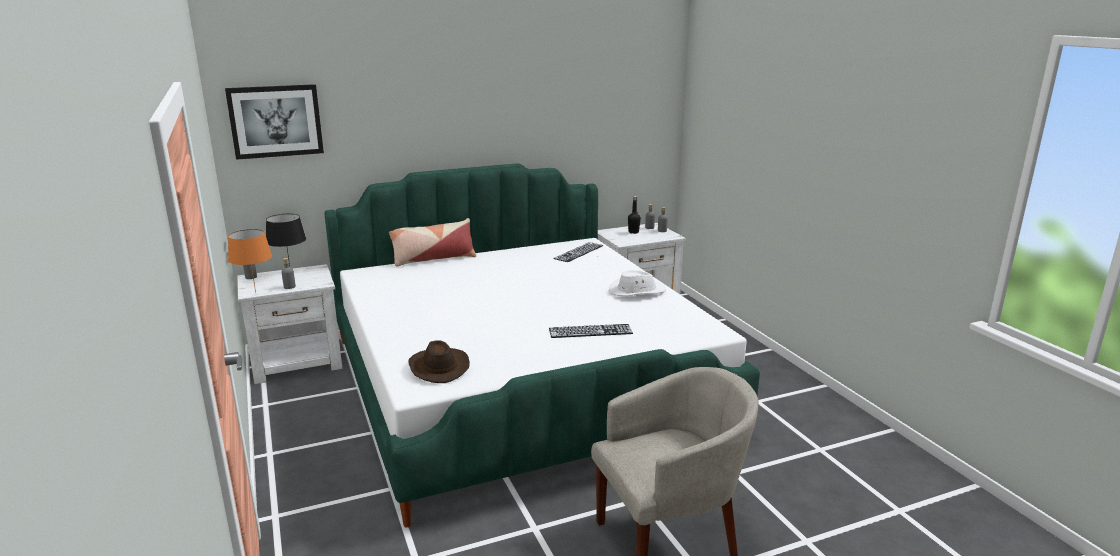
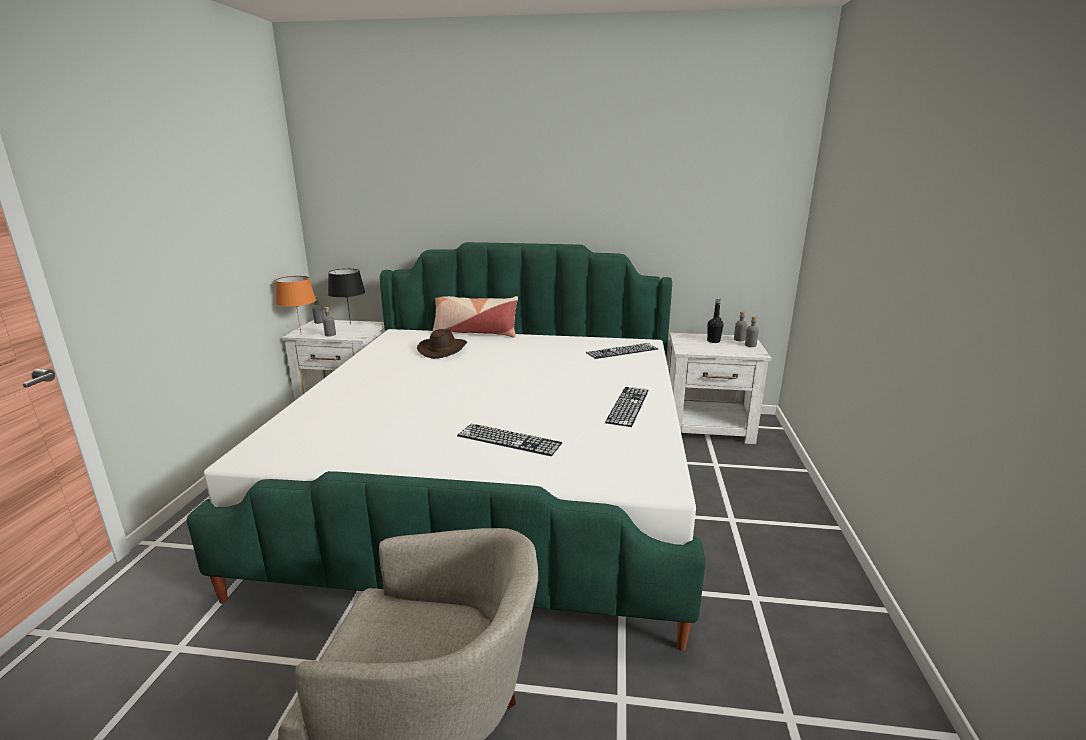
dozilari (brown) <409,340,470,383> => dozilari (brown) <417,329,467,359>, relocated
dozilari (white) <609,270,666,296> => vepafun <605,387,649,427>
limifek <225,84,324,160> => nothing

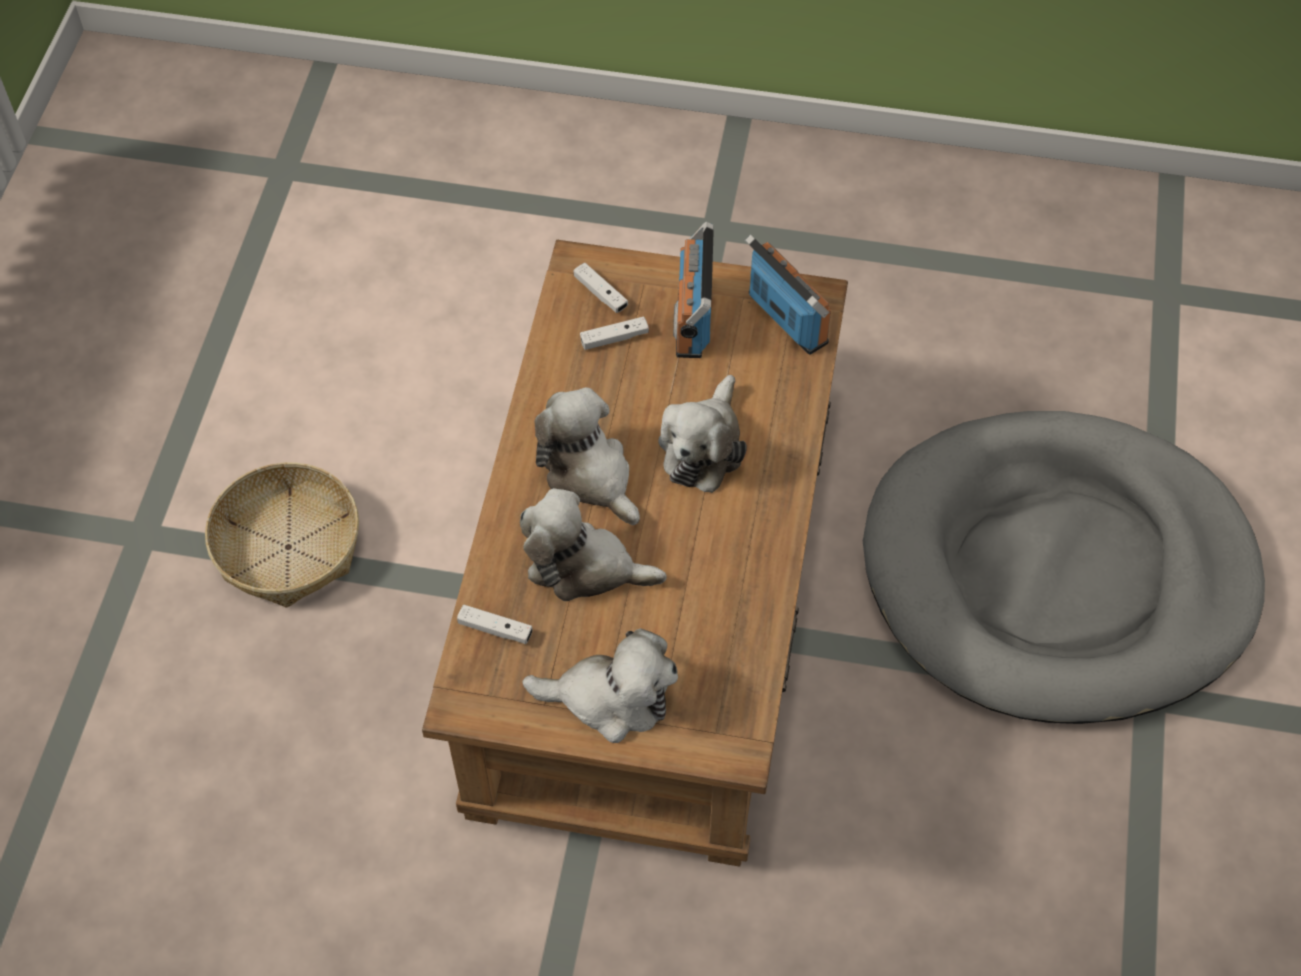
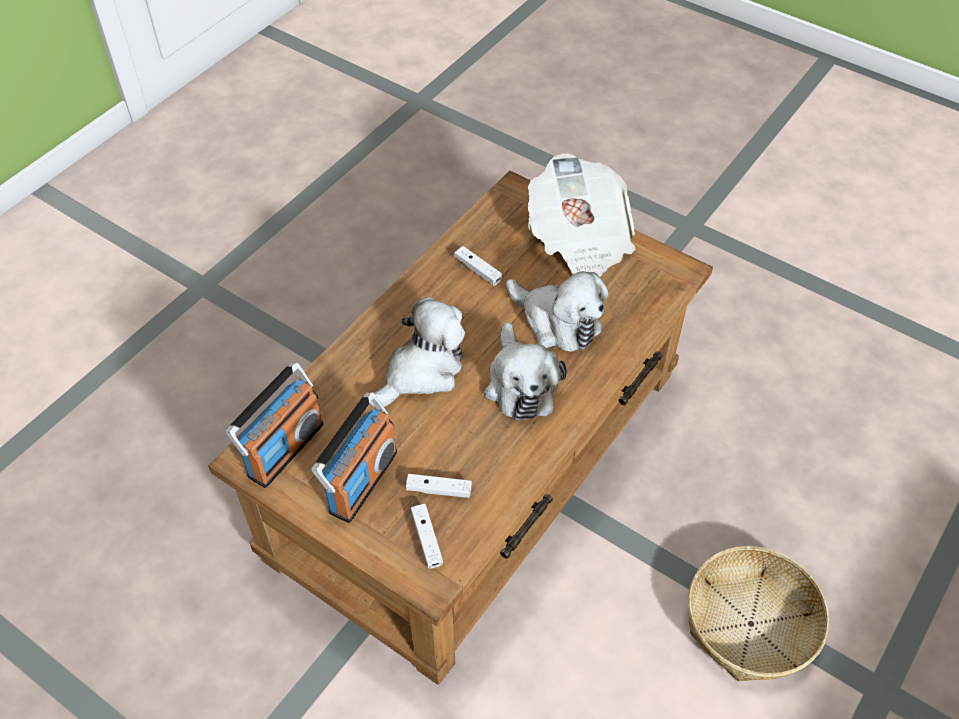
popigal <745,234,831,355> => popigal <226,362,324,488>, 135 degrees counterclockwise
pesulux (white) <457,605,533,644> => pesulux (white) <454,246,502,286>, relocated
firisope <522,628,678,743> => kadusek <528,153,636,277>
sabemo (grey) <863,411,1265,724> => nothing

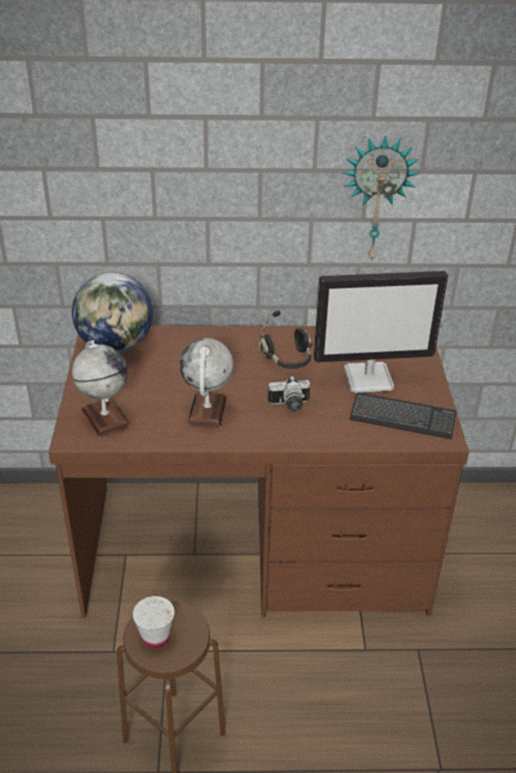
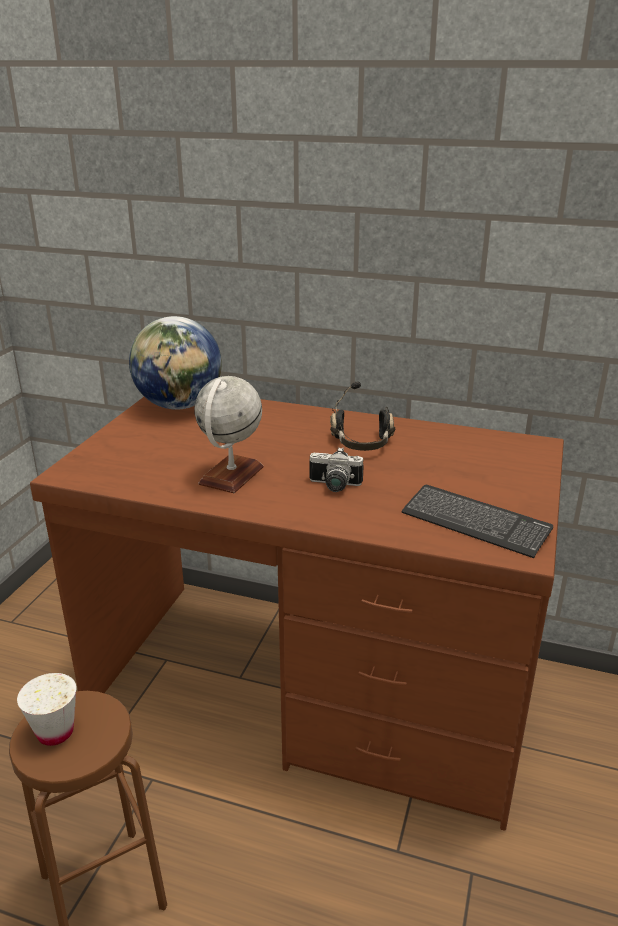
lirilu <72,340,131,437> => nothing
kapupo <314,271,448,393> => nothing
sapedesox <343,135,420,263> => nothing

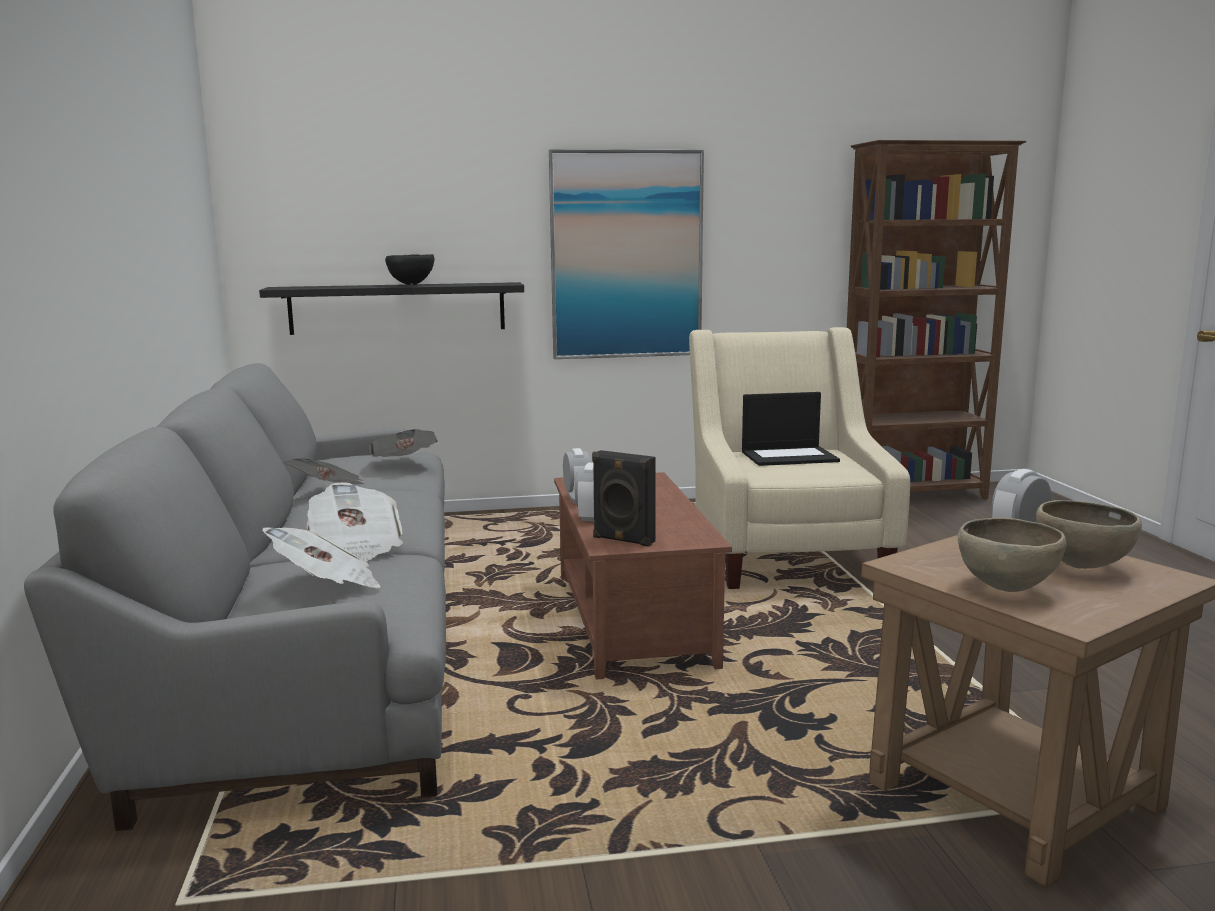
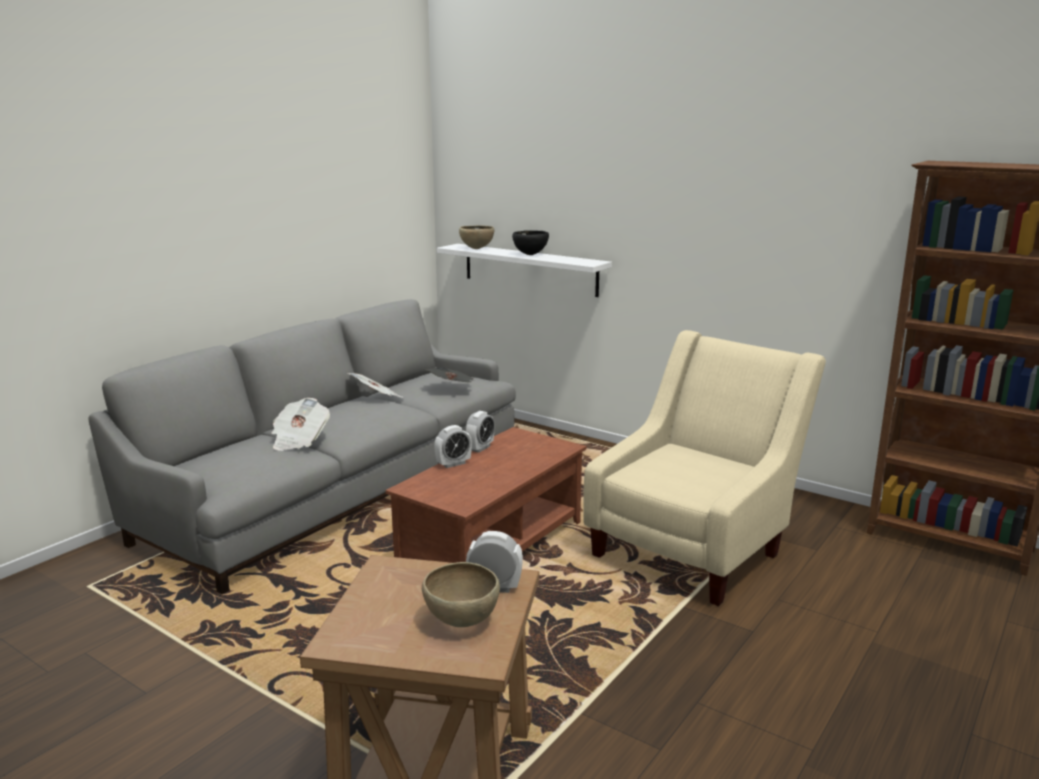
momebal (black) <259,282,524,335> => momebal (white) <437,244,612,297>
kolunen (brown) <958,518,1067,592> => kolunen (brown) <459,225,494,249>, relocated
kadusek <262,527,380,588> => nothing
limifek <549,149,704,359> => nothing
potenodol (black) <592,450,656,547> => nothing
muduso <742,392,840,466> => nothing

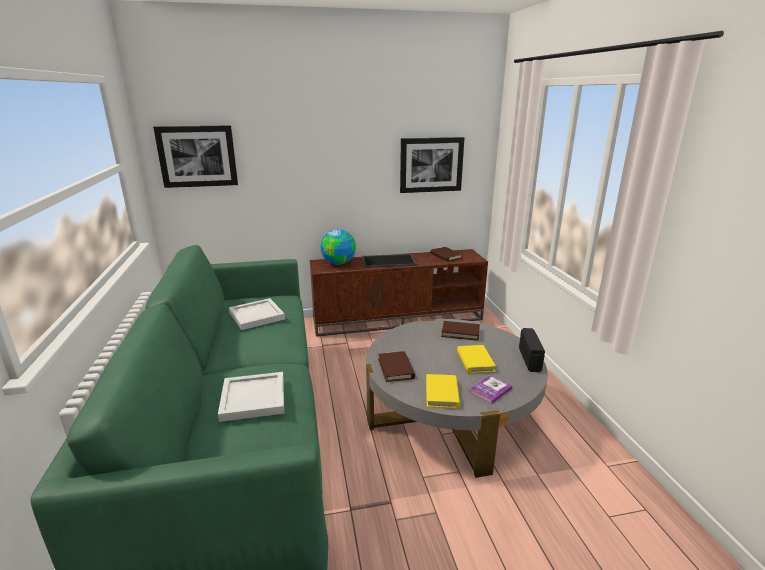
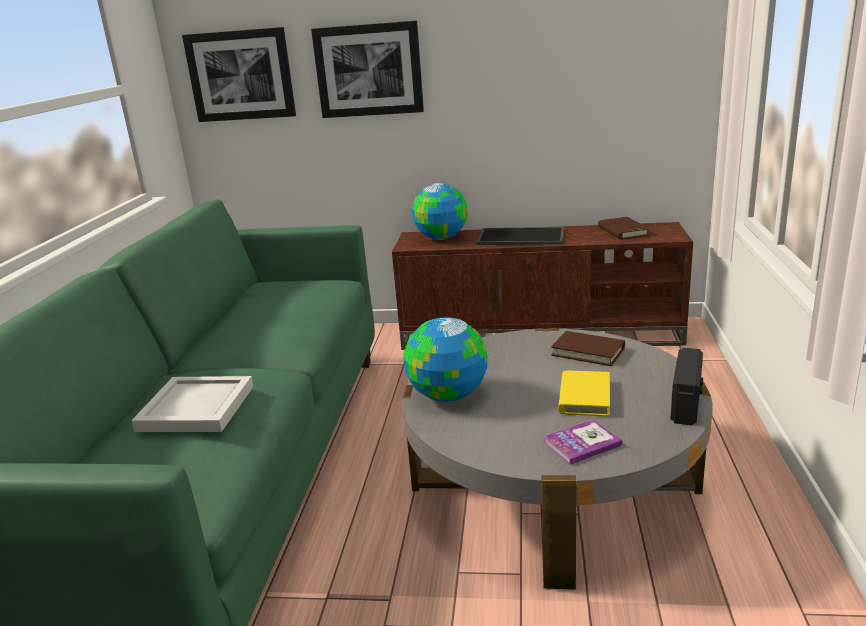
limifek <400,137,464,193> => limifek <311,20,424,118>, relocated
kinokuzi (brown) <378,351,415,382> => lirilu <404,318,488,402>
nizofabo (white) <229,298,285,330> => nothing
kinokuzi (yellow) <426,374,460,408> => nothing

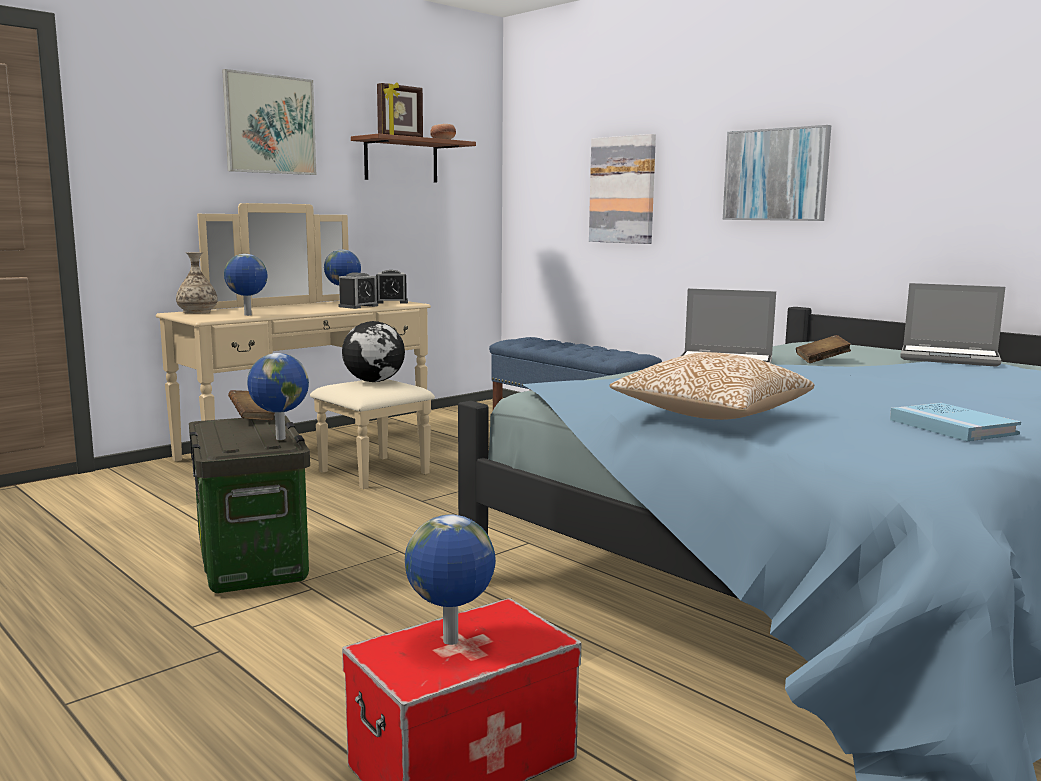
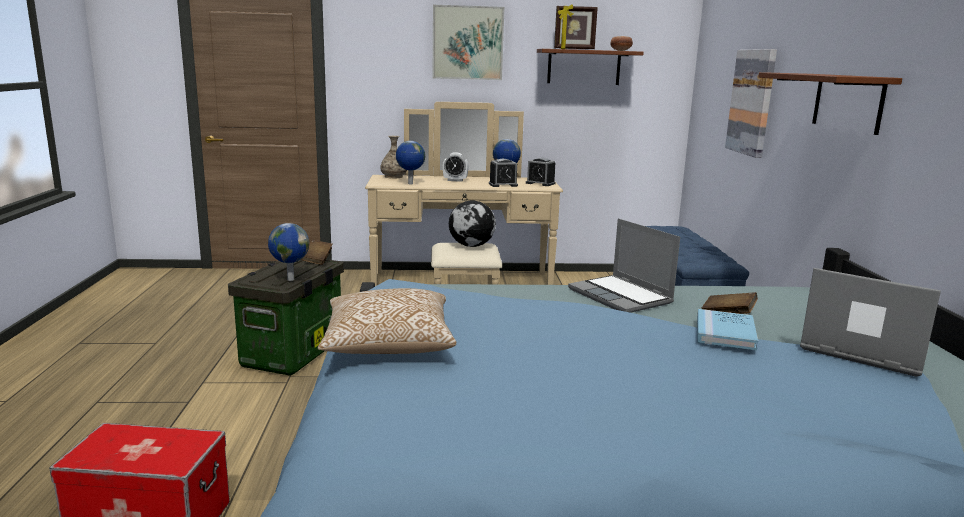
nothing => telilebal <443,152,468,182>
kinokuzi (blue) <890,403,1021,441> => kinokuzi (blue) <697,309,758,350>, relocated
limifek <723,125,831,221> => momebal (brown) <758,72,902,135>
muduso <900,283,1005,367> => muduso <800,268,941,377>, 150 degrees clockwise
lirilu <405,514,496,645> => nothing

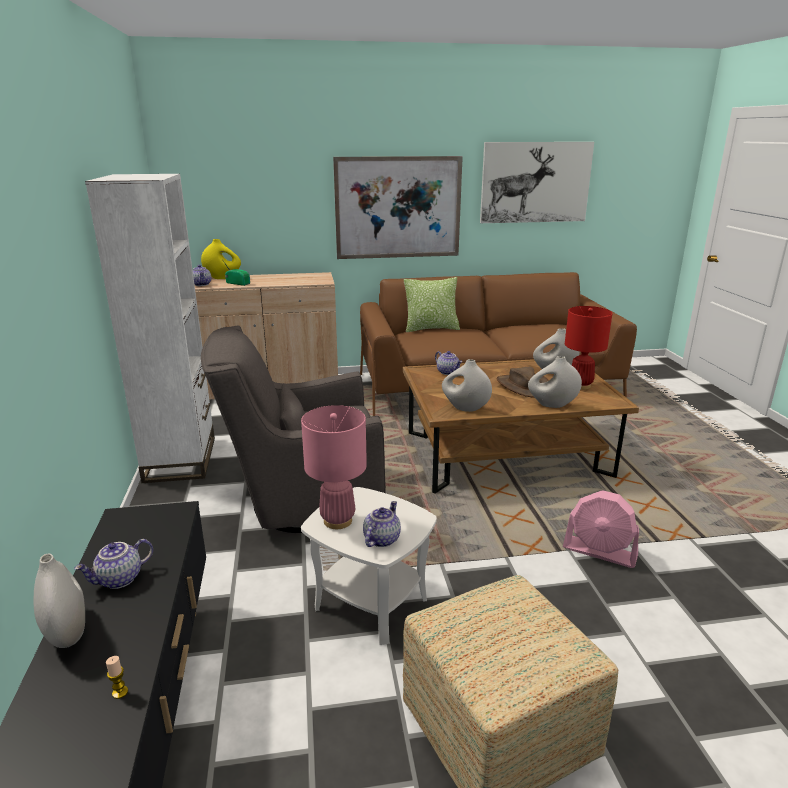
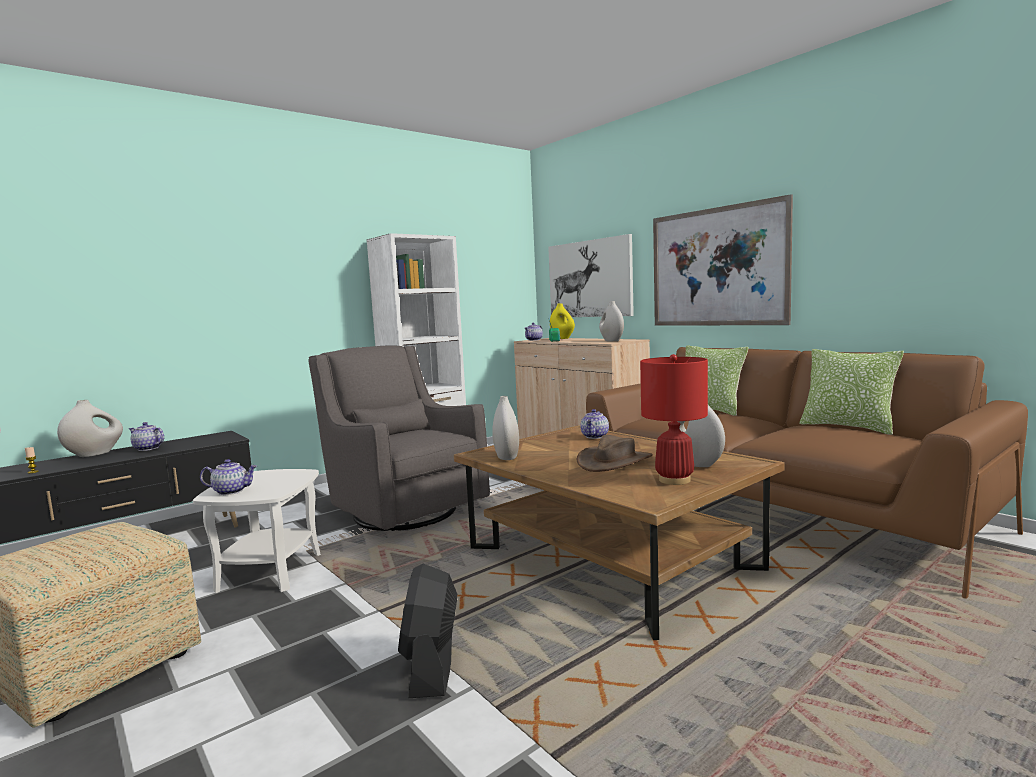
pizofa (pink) <563,490,639,568> => pizofa (black) <398,564,458,698>
limifek <480,142,594,223> => limifek <548,234,634,317>, relocated
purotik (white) <528,356,582,408> => purotik (white) <599,301,624,341>, relocated
nothing => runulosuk <799,349,904,435>
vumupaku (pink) <301,405,367,529> => nothing

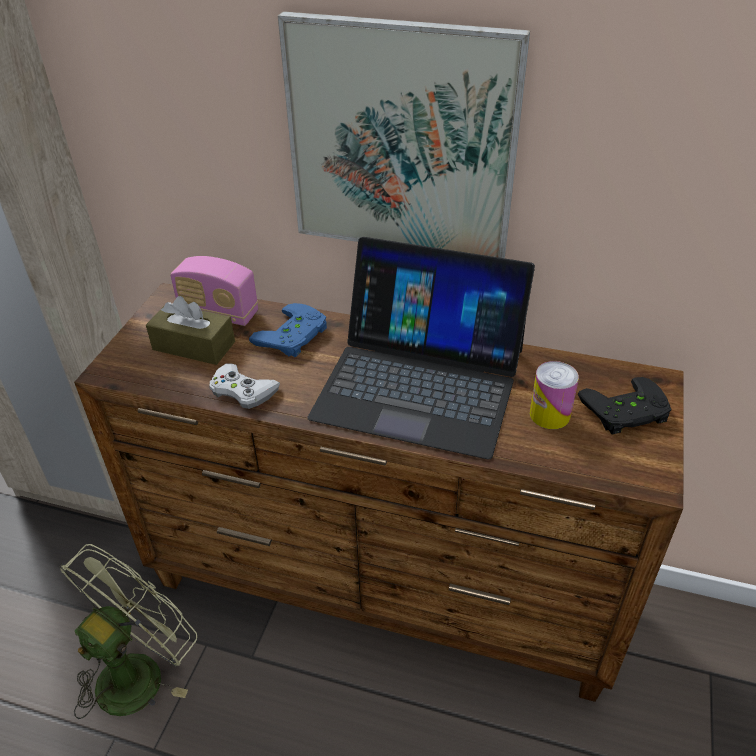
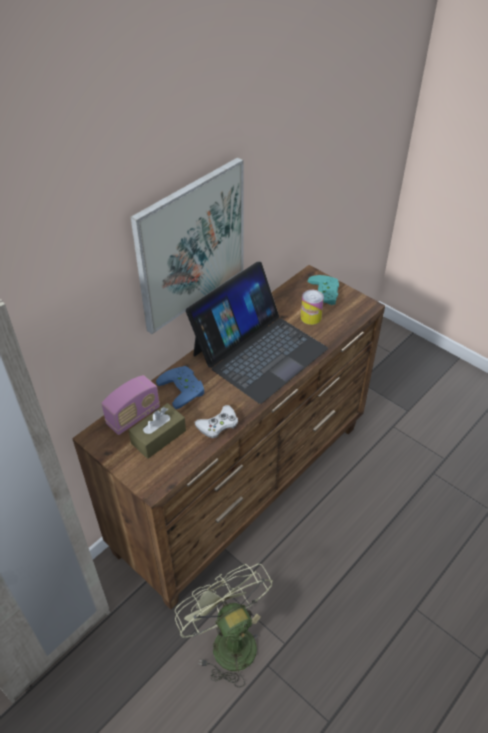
pesulux (black) <578,377,671,434> => pesulux (turquoise) <307,275,339,305>

